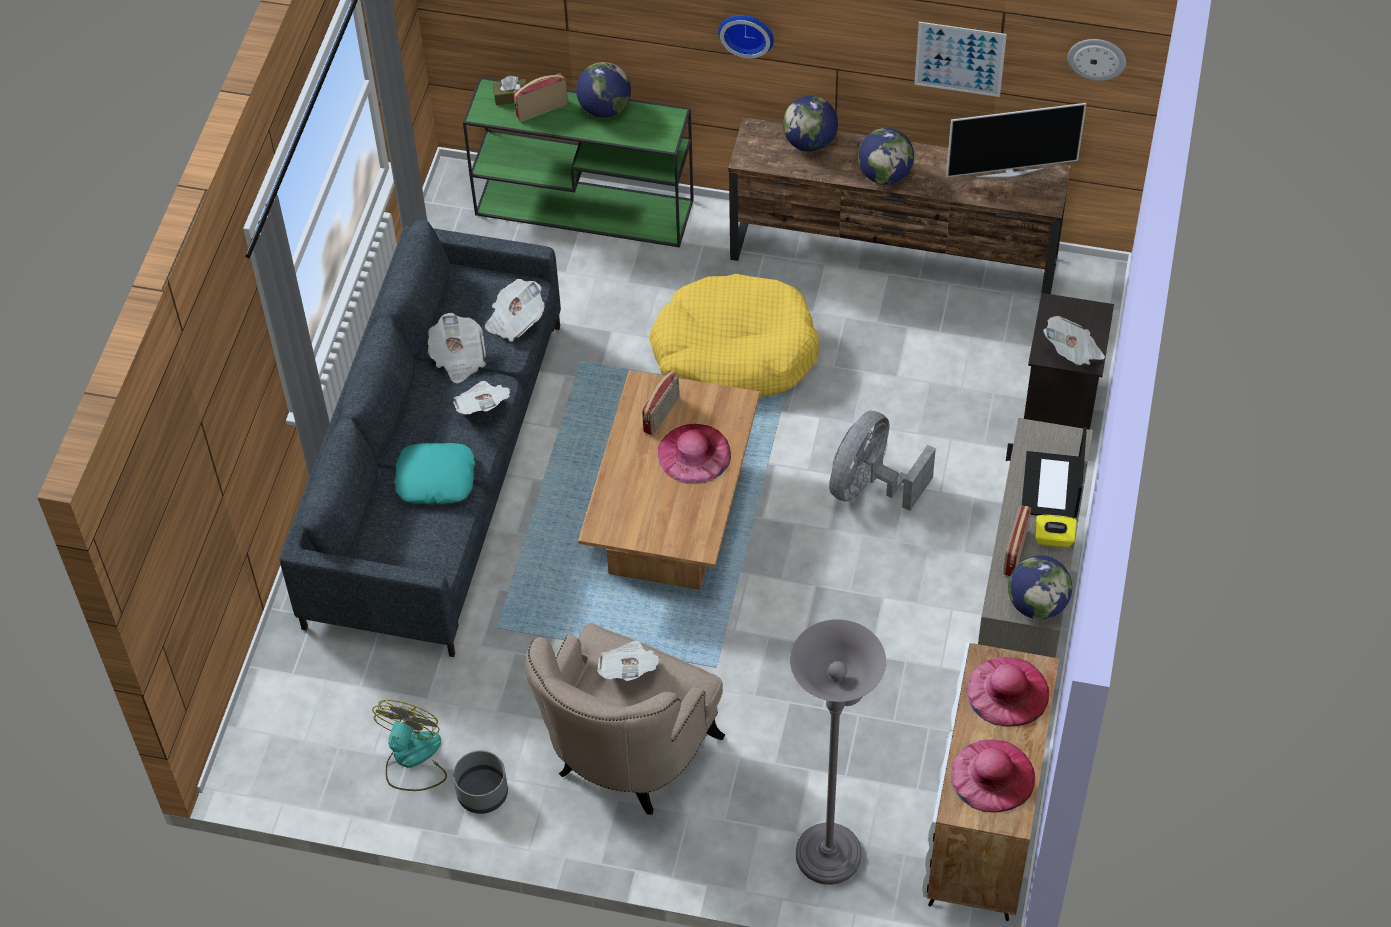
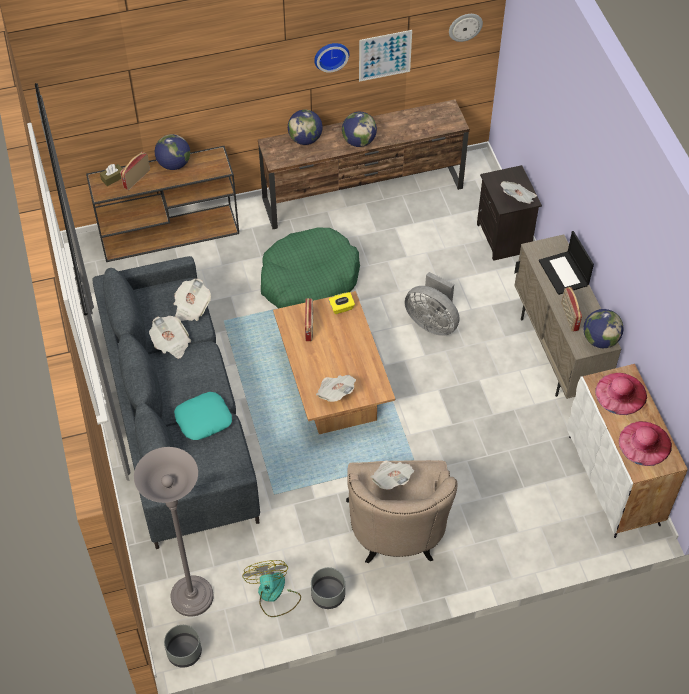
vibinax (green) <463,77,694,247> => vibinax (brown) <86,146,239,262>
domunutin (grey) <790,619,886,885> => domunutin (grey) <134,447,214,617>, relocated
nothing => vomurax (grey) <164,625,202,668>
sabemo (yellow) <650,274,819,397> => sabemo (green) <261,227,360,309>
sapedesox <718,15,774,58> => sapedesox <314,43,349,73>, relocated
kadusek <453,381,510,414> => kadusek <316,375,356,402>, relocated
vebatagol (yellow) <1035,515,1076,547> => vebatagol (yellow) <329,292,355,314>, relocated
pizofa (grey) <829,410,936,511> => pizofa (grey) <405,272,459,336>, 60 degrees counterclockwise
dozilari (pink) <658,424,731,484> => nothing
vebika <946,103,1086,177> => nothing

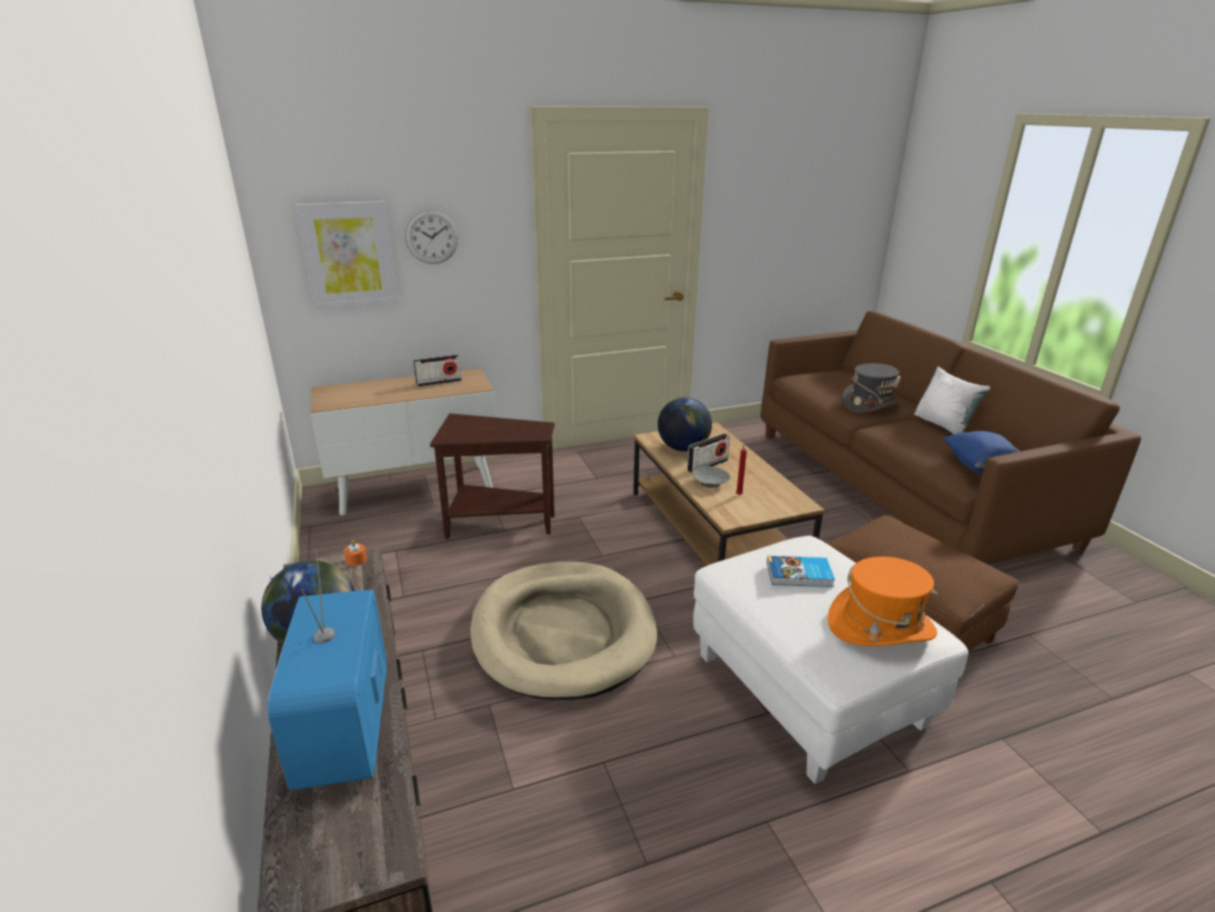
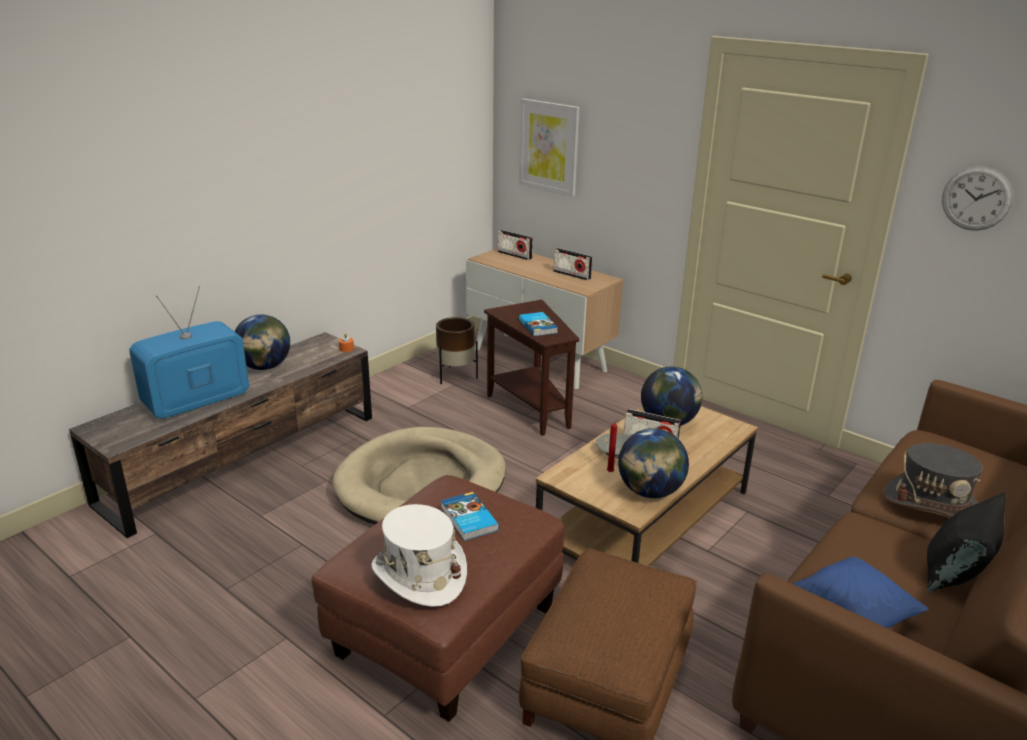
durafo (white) <693,536,968,784> => durafo (brown) <312,475,564,722>
dozilari (orange) <828,556,938,646> => dozilari (white) <371,504,467,607>
nothing => vomurax (brown) <436,317,478,384>
nothing => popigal <498,230,533,260>
nothing => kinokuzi <519,312,558,336>
nothing => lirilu <618,428,689,498>
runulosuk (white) <914,367,990,434> => runulosuk (black) <927,492,1005,591>
sapedesox <405,210,459,264> => sapedesox <942,166,1013,231>, relocated

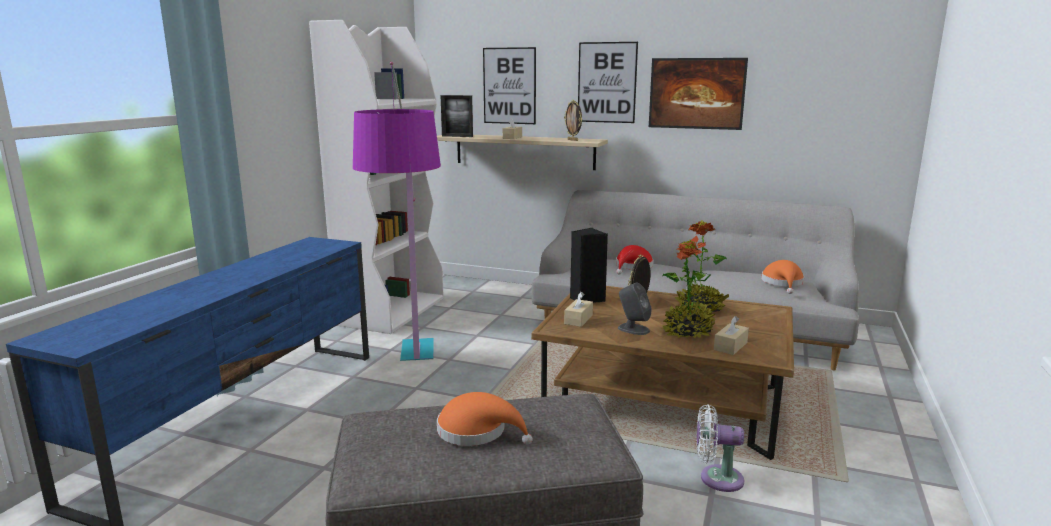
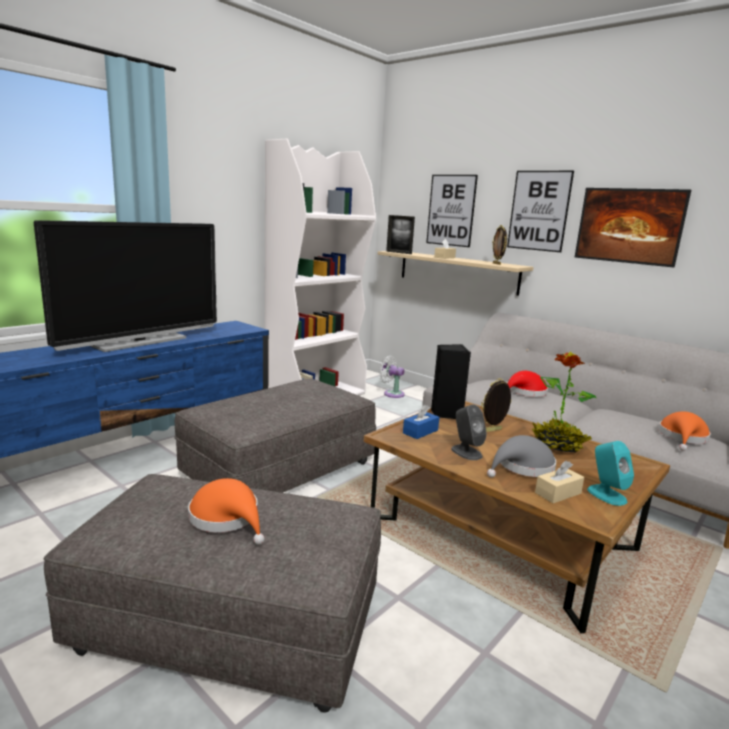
nothing => vebika <34,220,217,352>
domunutin <353,62,441,361> => durafo (grey) <174,379,376,493>
pizofa (white) <697,404,744,492> => pizofa (white) <379,356,405,398>, relocated
vebatagol (beige) <564,292,593,327> => vebatagol (blue) <403,405,439,439>
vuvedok <661,235,715,339> => dozilari (grey) <487,435,556,477>
nothing => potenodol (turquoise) <587,441,634,506>

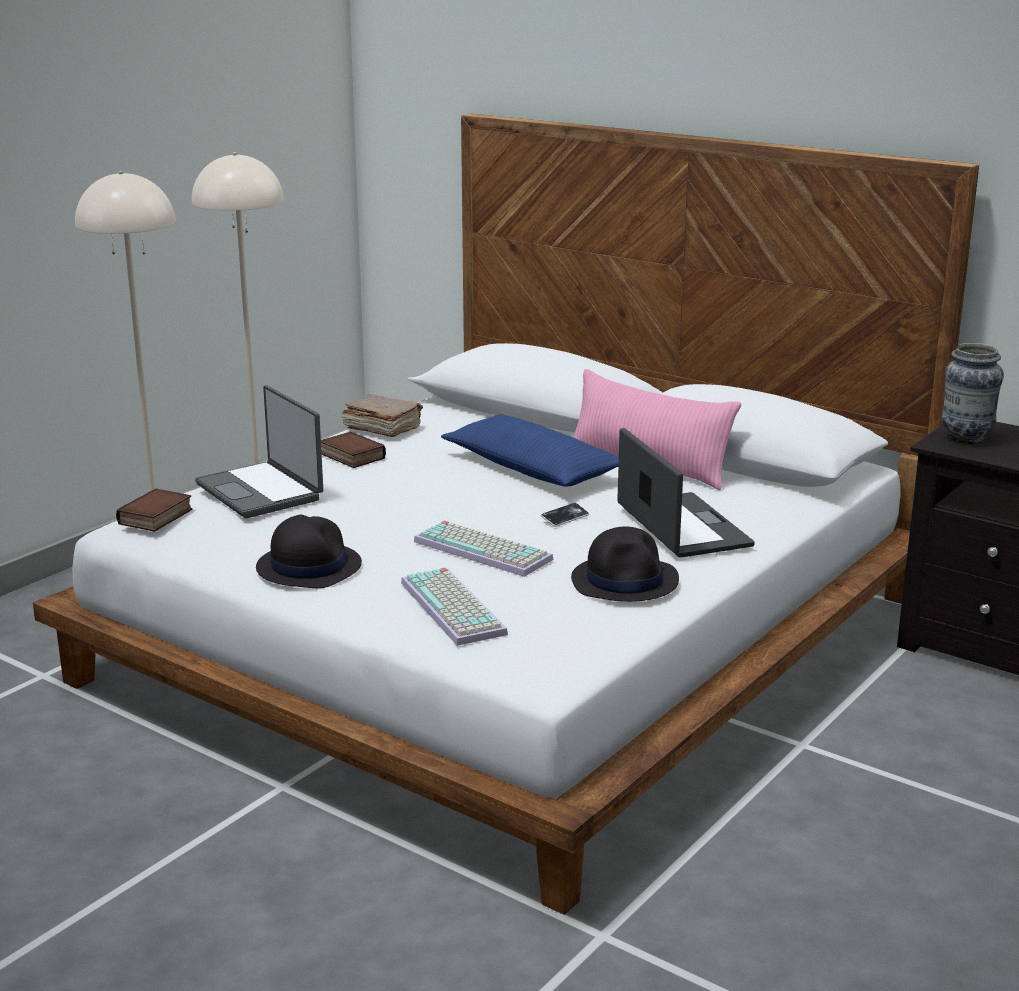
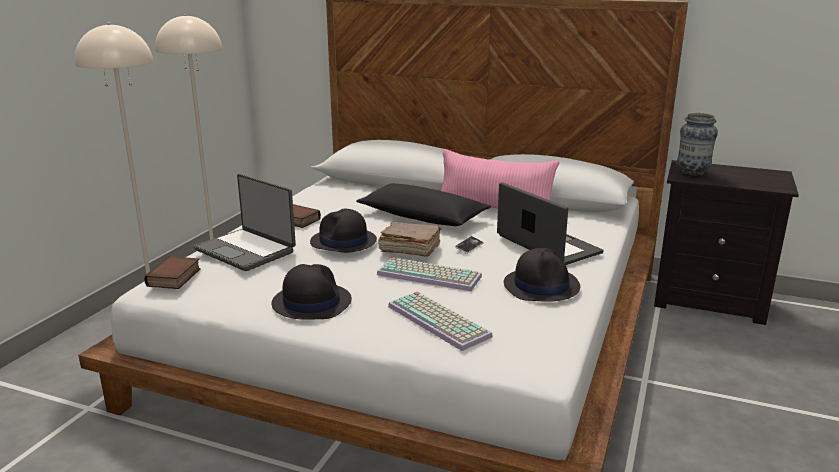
nothing => dozilari (black) <310,209,377,253>
runulosuk (blue) <441,415,619,486> => runulosuk (black) <356,184,491,226>
kinokuzi (brown) <342,394,423,437> => kinokuzi (brown) <378,221,441,257>, relocated

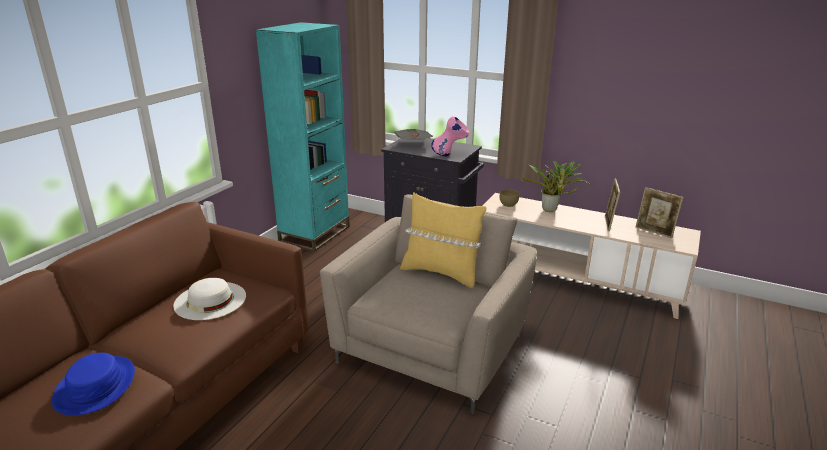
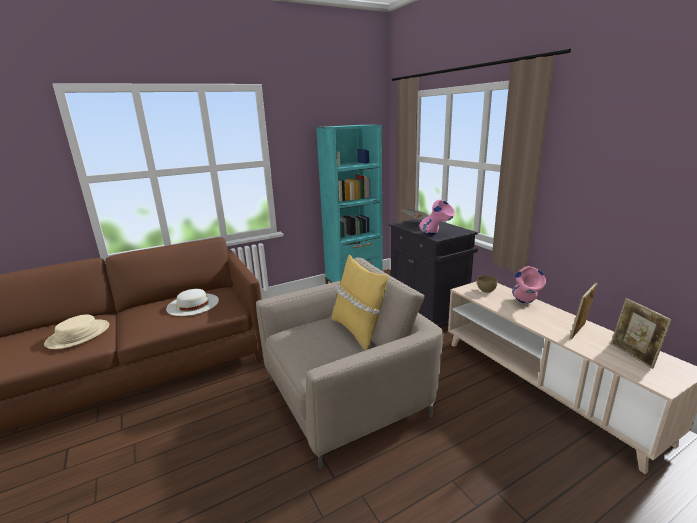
dozilari (blue) <52,353,135,415> => dozilari (beige) <44,315,109,349>
vuvedok <522,161,590,212> => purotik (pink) <512,266,546,303>

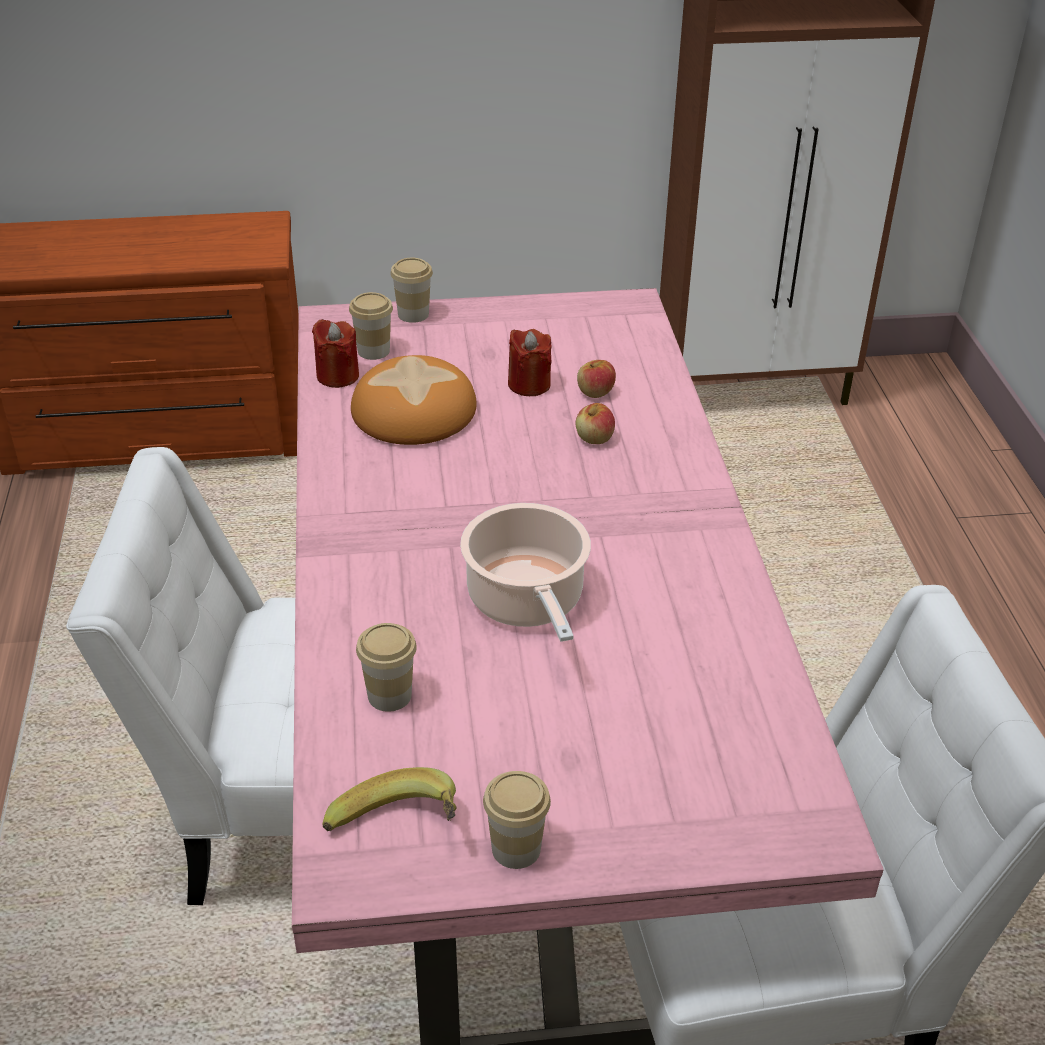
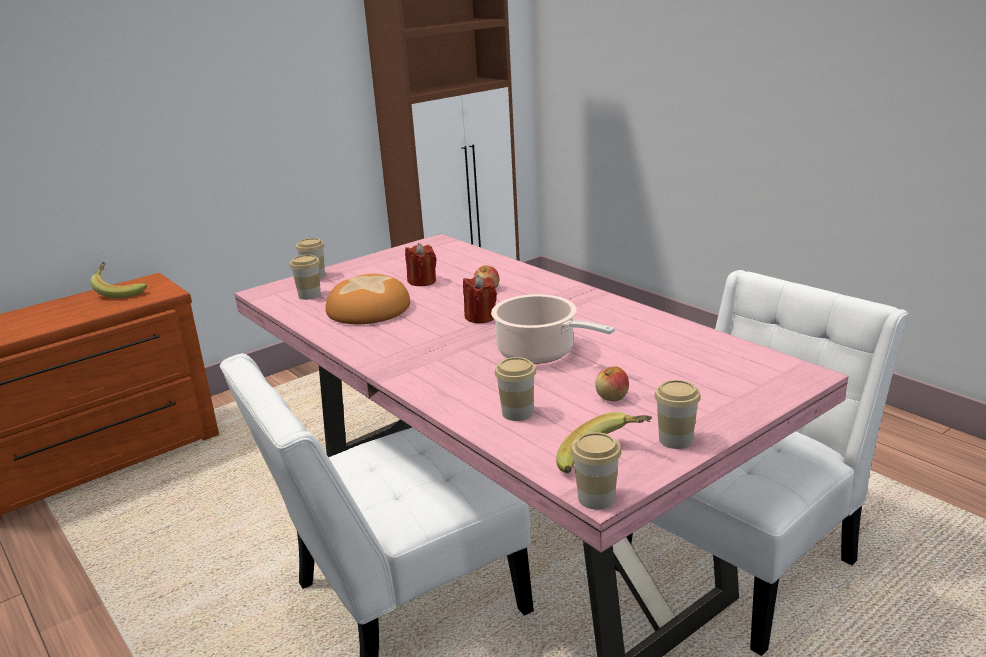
nothing => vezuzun <90,262,147,298>
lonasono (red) <312,319,359,388> => lonasono (red) <463,275,497,323>, relocated
nothing => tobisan <571,432,621,509>
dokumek <577,360,616,398> => dokumek <595,366,629,401>, relocated

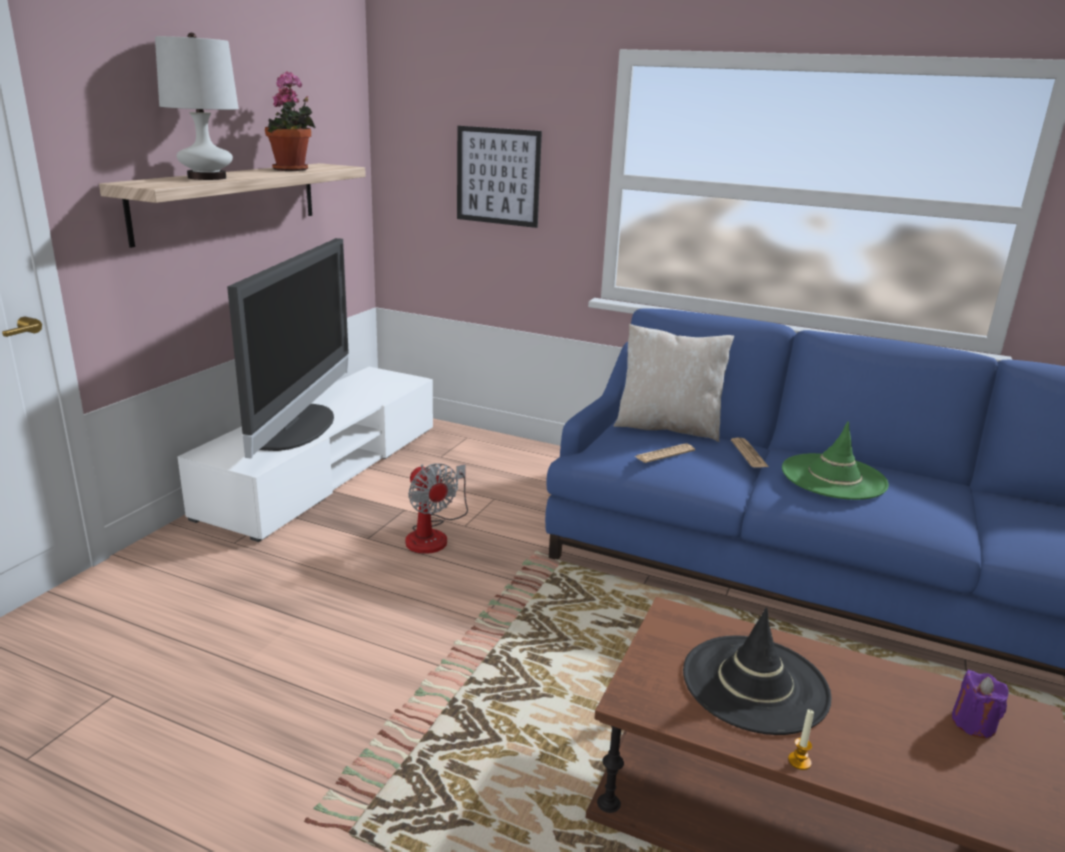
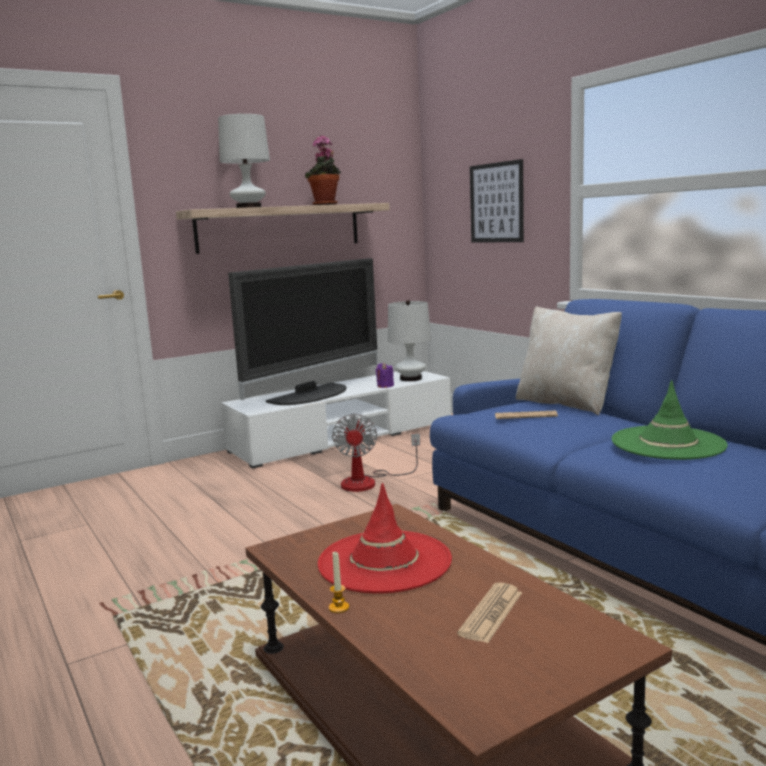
dozilari (black) <683,608,832,735> => dozilari (red) <318,483,452,594>
lonasono (purple) <952,670,1009,738> => lonasono (purple) <376,363,394,388>, relocated
nothing => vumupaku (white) <388,300,431,381>
kadusek <731,437,769,467> => kadusek <457,583,522,643>, relocated

